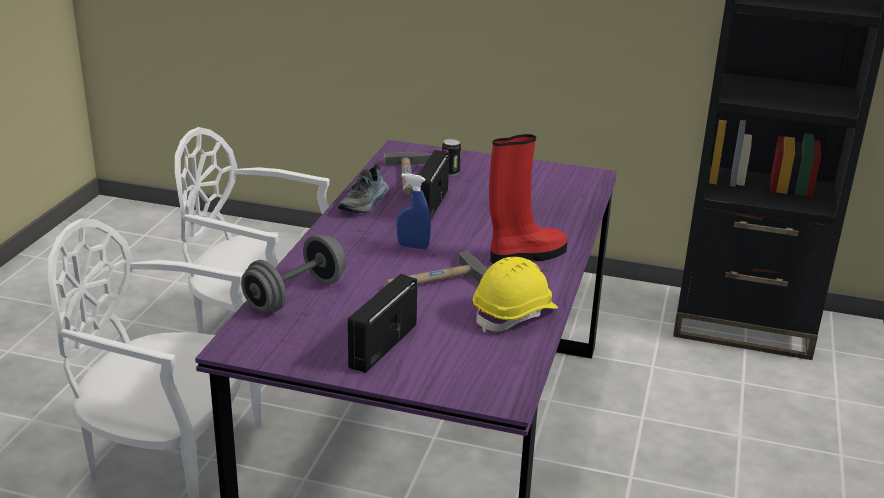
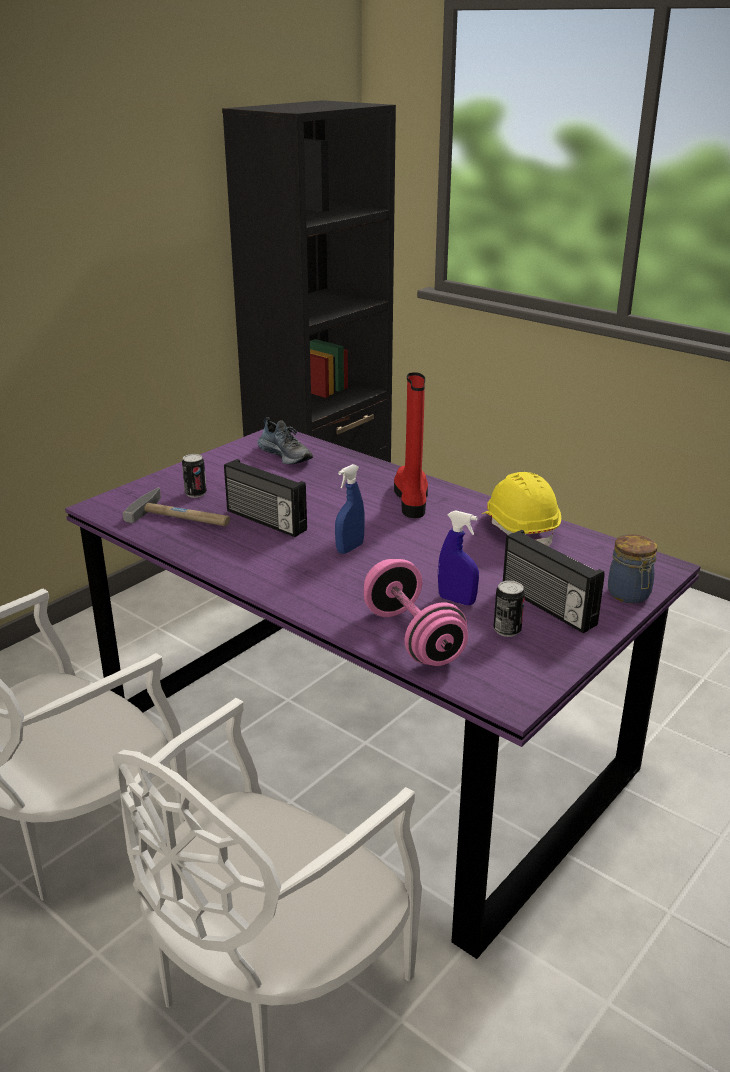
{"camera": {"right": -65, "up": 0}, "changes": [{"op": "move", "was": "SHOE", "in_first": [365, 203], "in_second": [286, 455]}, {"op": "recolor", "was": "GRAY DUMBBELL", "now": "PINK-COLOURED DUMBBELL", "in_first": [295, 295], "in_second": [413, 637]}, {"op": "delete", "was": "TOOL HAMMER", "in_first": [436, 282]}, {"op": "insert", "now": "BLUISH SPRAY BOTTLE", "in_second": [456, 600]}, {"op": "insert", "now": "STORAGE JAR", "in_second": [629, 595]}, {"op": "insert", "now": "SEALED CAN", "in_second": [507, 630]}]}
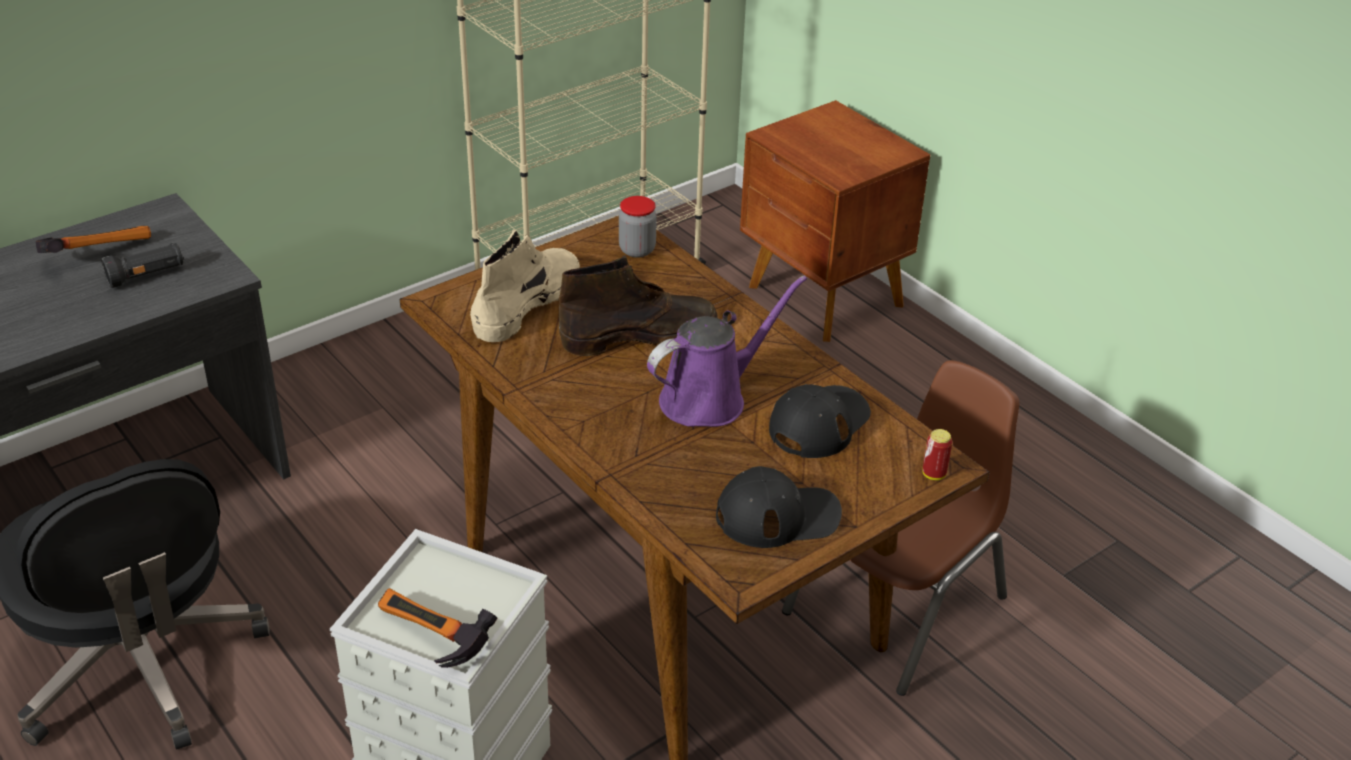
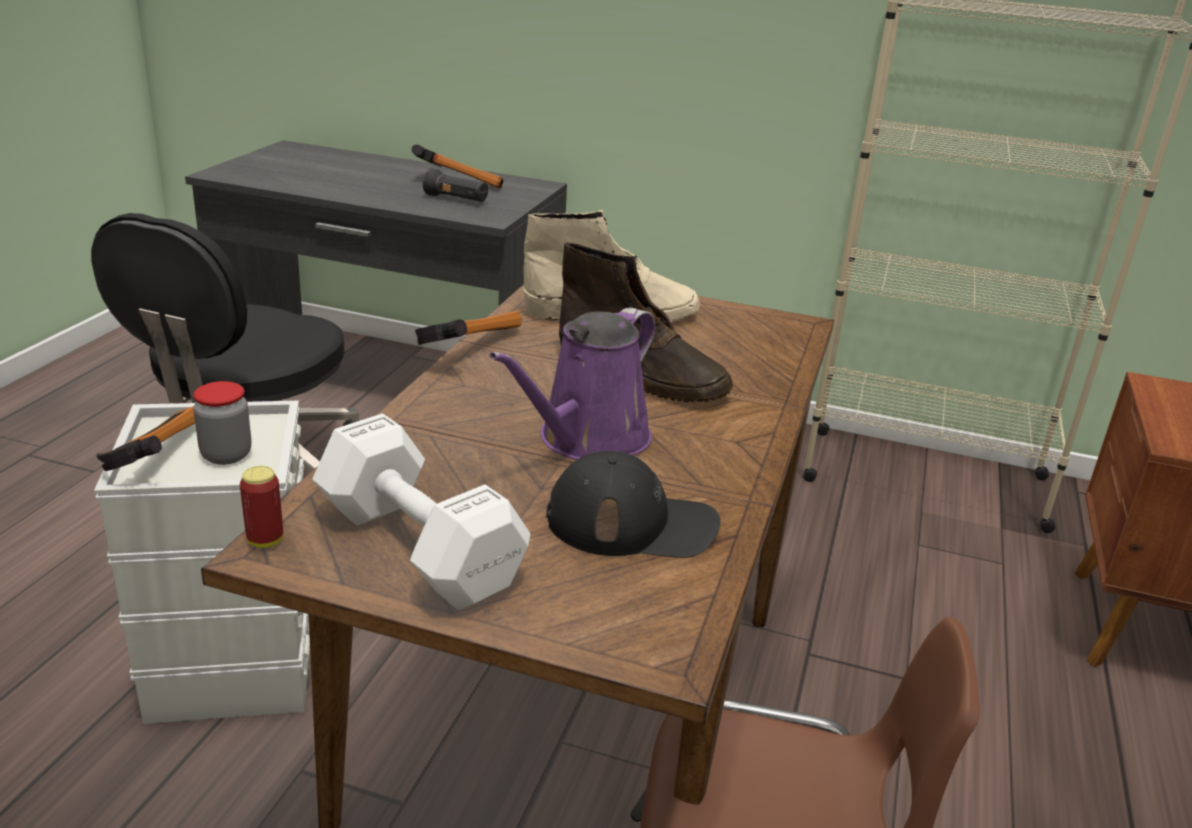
{"camera": {"right": 55, "up": -10}, "changes": [{"op": "move", "was": "STORAGE JAR", "in_first": [637, 250], "in_second": [226, 455]}, {"op": "rotate", "was": "PURPLE WATERING POT", "in_first": [710, 398], "in_second": [587, 440], "clockwise": 105}, {"op": "move", "was": "SEALED CAN", "in_first": [933, 474], "in_second": [265, 540]}, {"op": "replace", "was": "BLACK-COLOURED CAP", "now": "WHITE DUMBBELL", "in_first": [778, 515], "in_second": [417, 543]}, {"op": "insert", "now": "TOOL HAMMER", "in_second": [466, 348]}]}
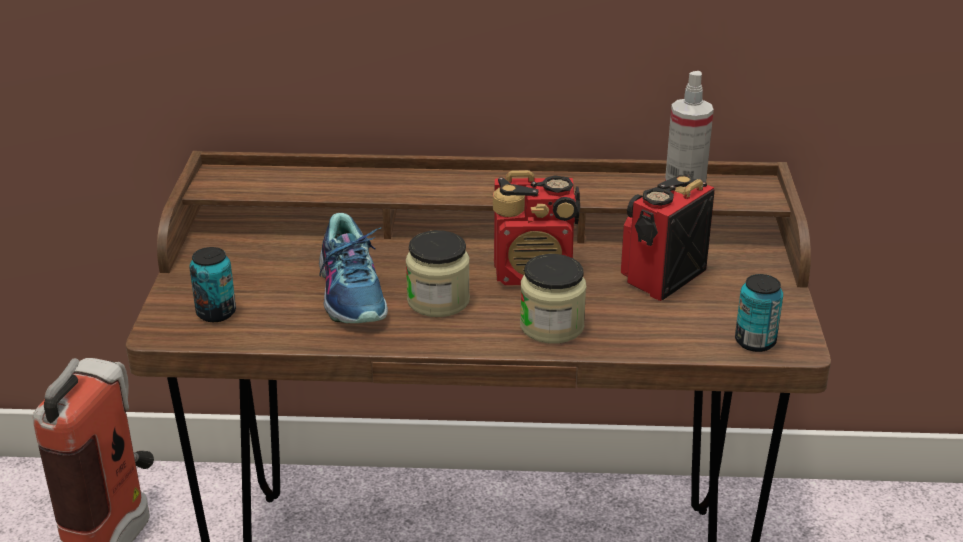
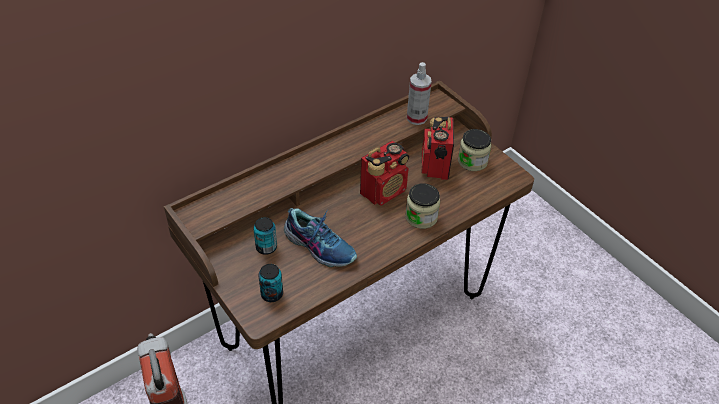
{"camera": {"right": -40, "up": 15}, "changes": [{"op": "move", "was": "STORAGE JAR", "in_first": [438, 301], "in_second": [472, 161]}, {"op": "move", "was": "SEALED CAN", "in_first": [755, 342], "in_second": [266, 247]}]}
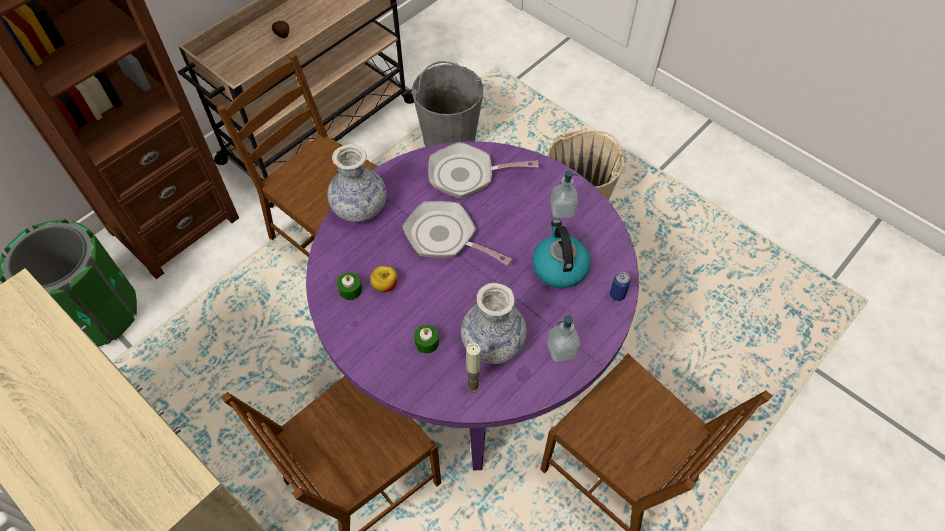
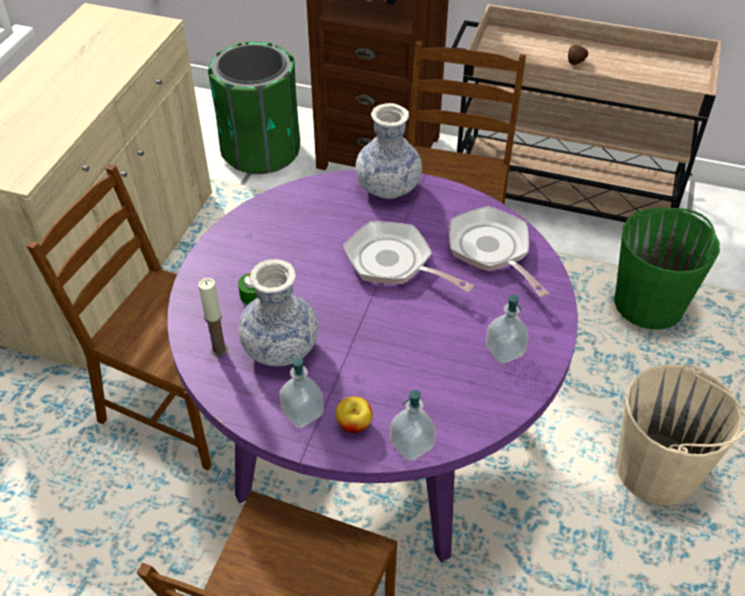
{"camera": {"right": 65, "up": -10}, "changes": [{"op": "recolor", "was": "GRAY PAIL", "now": "GREEN-COLOURED PAIL", "in_first": [449, 139], "in_second": [649, 304]}, {"op": "rotate", "was": "PAN", "in_first": [445, 237], "in_second": [394, 263], "clockwise": -60}, {"op": "delete", "was": "KETTLE", "in_first": [559, 267]}, {"op": "move", "was": "APPLE FRUIT", "in_first": [385, 285], "in_second": [354, 424]}, {"op": "delete", "was": "GREEN-COLOURED WAX CANDLE", "in_first": [350, 290]}, {"op": "replace", "was": "SEALED CAN", "now": "LIQUID SOAP BOTTLE", "in_first": [617, 295], "in_second": [412, 445]}]}
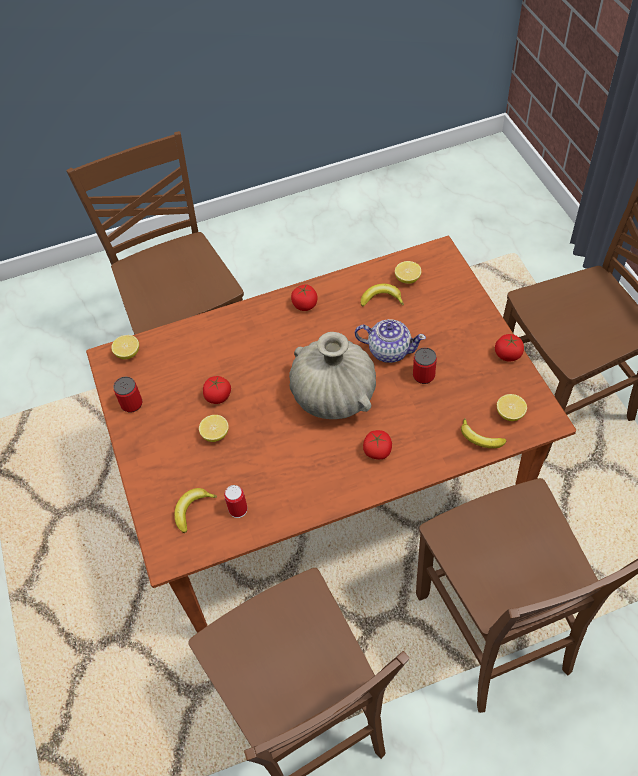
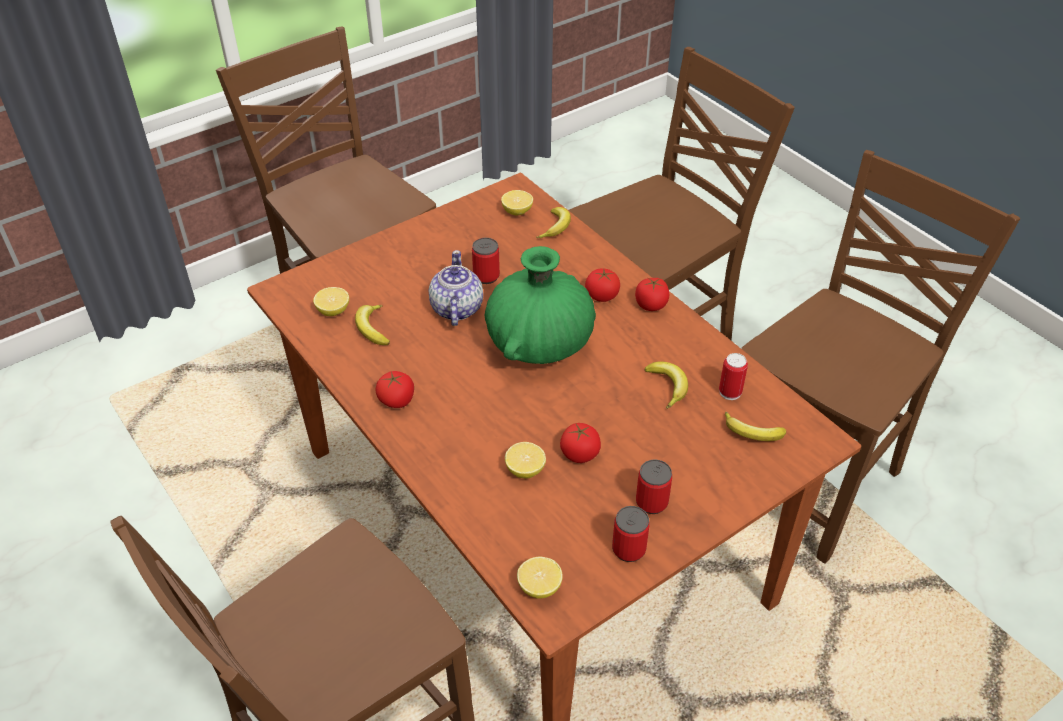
{"camera": {"right": -110, "up": -10}, "changes": [{"op": "recolor", "was": "BEIGE-COLOURED VASE", "now": "GREEN-COLOURED VASE", "in_first": [334, 395], "in_second": [539, 343]}, {"op": "move", "was": "TOMATO", "in_first": [508, 354], "in_second": [651, 305]}, {"op": "move", "was": "LEMON", "in_first": [215, 434], "in_second": [525, 470]}, {"op": "insert", "now": "BANANA FRUIT", "in_second": [668, 386]}, {"op": "insert", "now": "SEALED CAN", "in_second": [651, 502]}]}
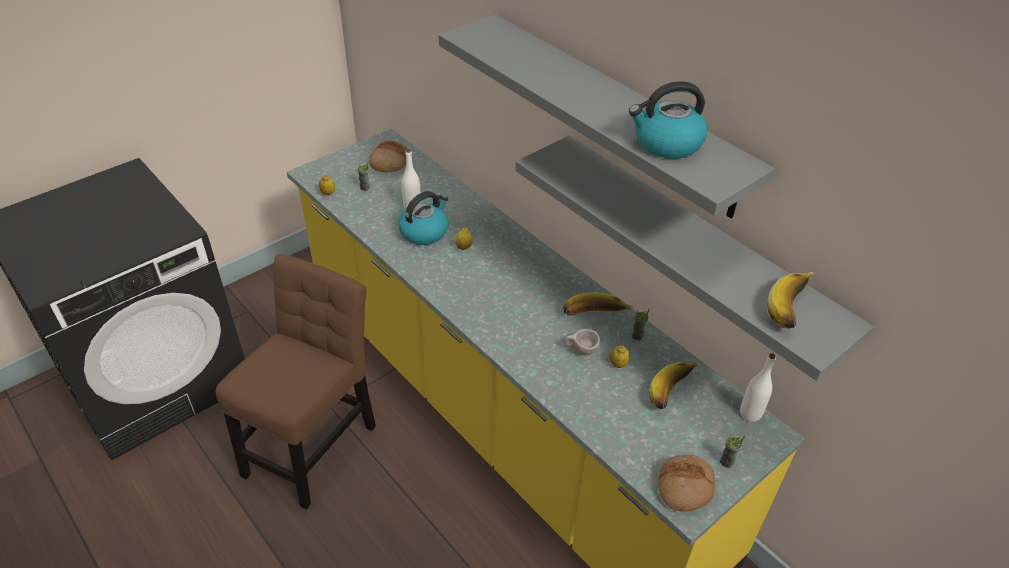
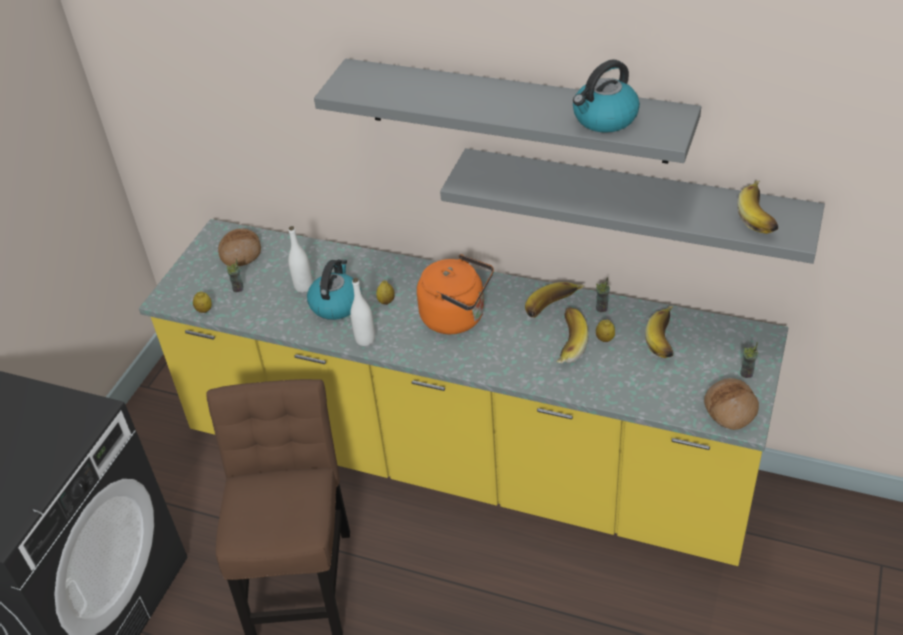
{"camera": {"right": -25, "up": 0}, "changes": [{"op": "replace", "was": "BEIGE-COLOURED DRINKING CUP", "now": "BANANA FRUIT", "in_first": [580, 352], "in_second": [566, 344]}, {"op": "move", "was": "WHITE BEVERAGE BOTTLE", "in_first": [750, 414], "in_second": [365, 339]}, {"op": "insert", "now": "ORANGE-COLOURED KETTLE", "in_second": [457, 317]}]}
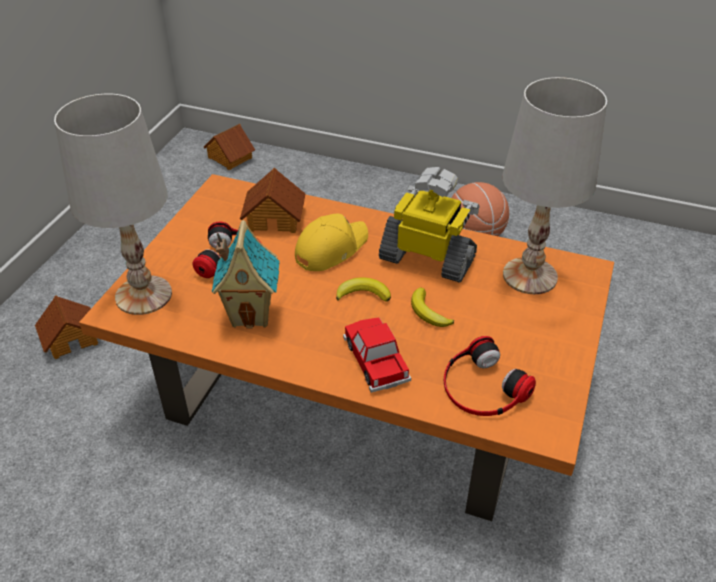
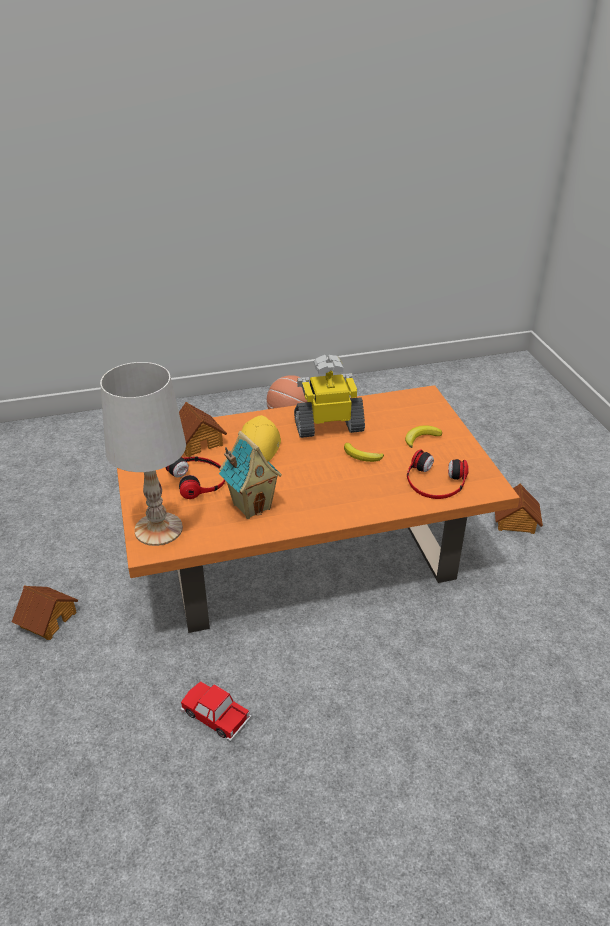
{"camera": {"right": -35, "up": -5}, "changes": [{"op": "delete", "was": "WHITE TABLETOP LAMP", "in_first": [530, 276]}, {"op": "move", "was": "TOY HOUSE", "in_first": [229, 158], "in_second": [515, 521]}, {"op": "move", "was": "BANANA FRUIT", "in_first": [363, 294], "in_second": [421, 438]}, {"op": "move", "was": "MINIATURE CAR", "in_first": [375, 360], "in_second": [215, 715]}]}
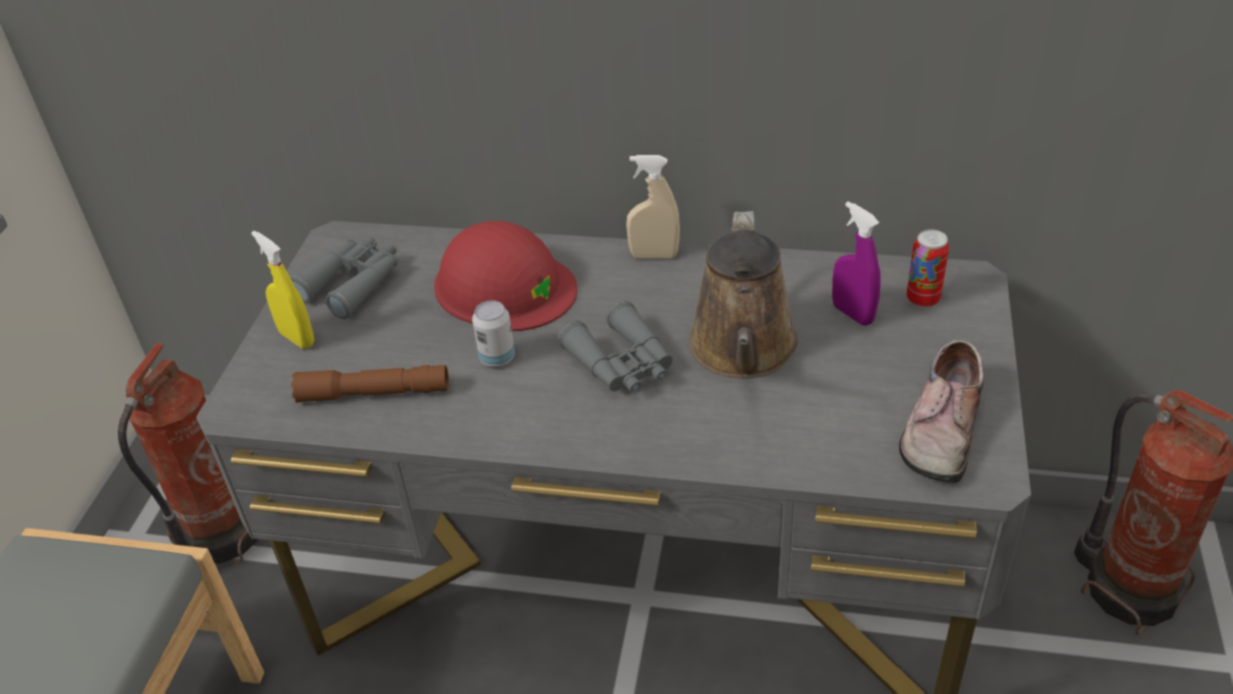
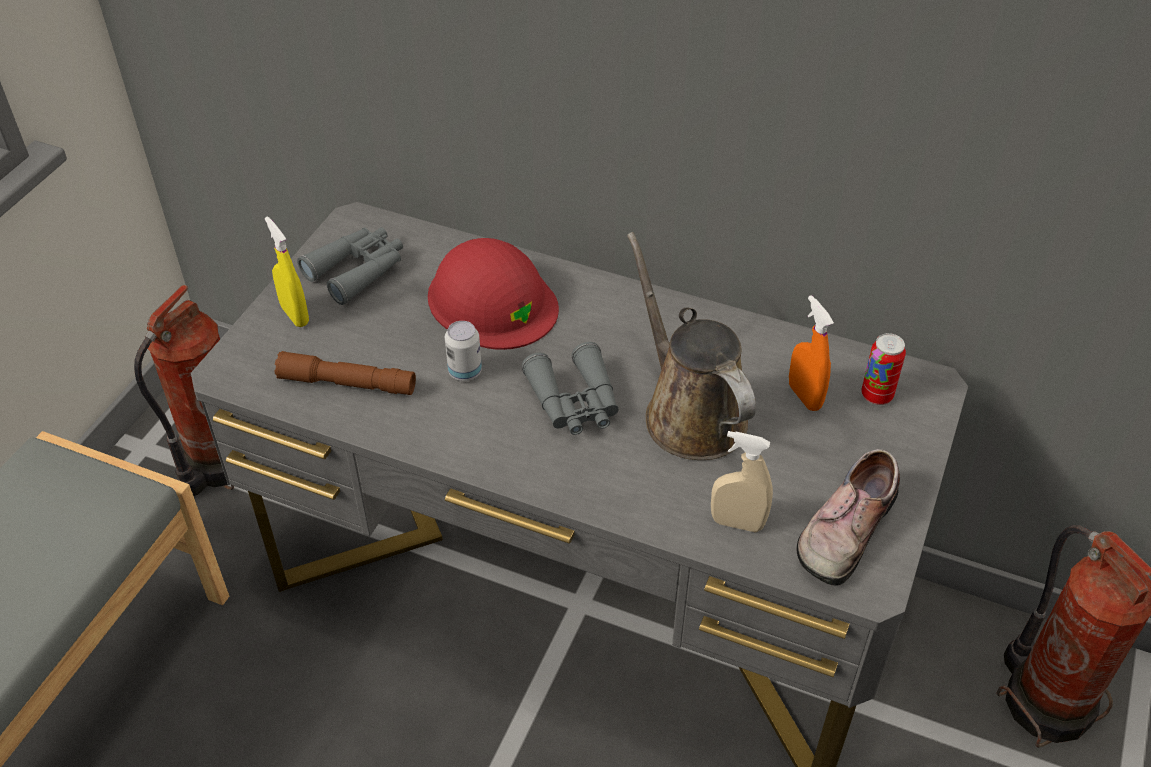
{"camera": {"right": 10, "up": 5}, "changes": [{"op": "move", "was": "BEIGE-COLOURED SPRAY BOTTLE", "in_first": [654, 256], "in_second": [737, 523]}, {"op": "recolor", "was": "PURPLE SPRAY BOTTLE", "now": "ORANGE-COLOURED SPRAY BOTTLE", "in_first": [852, 314], "in_second": [804, 396]}, {"op": "rotate", "was": "BROWN-COLOURED WATERING POT", "in_first": [743, 351], "in_second": [689, 412], "clockwise": 135}]}
